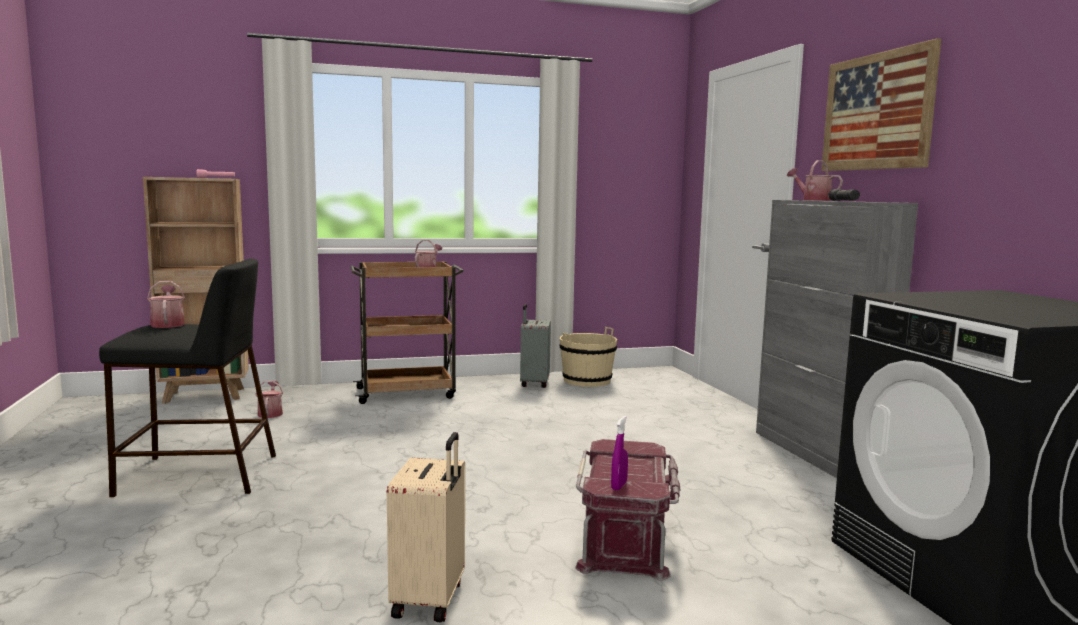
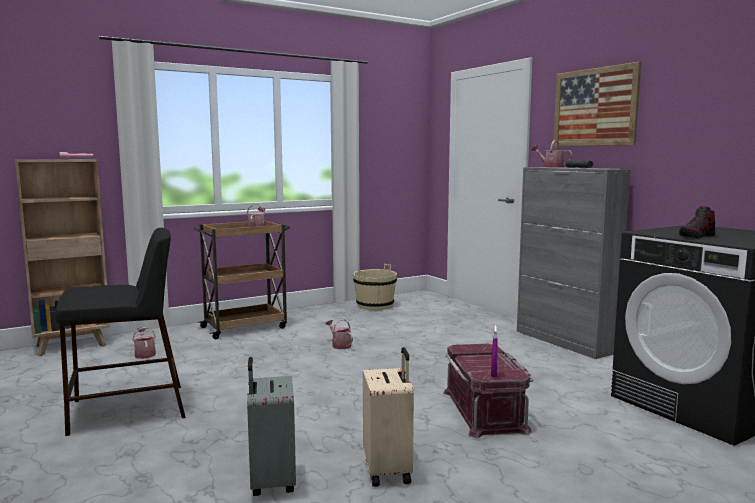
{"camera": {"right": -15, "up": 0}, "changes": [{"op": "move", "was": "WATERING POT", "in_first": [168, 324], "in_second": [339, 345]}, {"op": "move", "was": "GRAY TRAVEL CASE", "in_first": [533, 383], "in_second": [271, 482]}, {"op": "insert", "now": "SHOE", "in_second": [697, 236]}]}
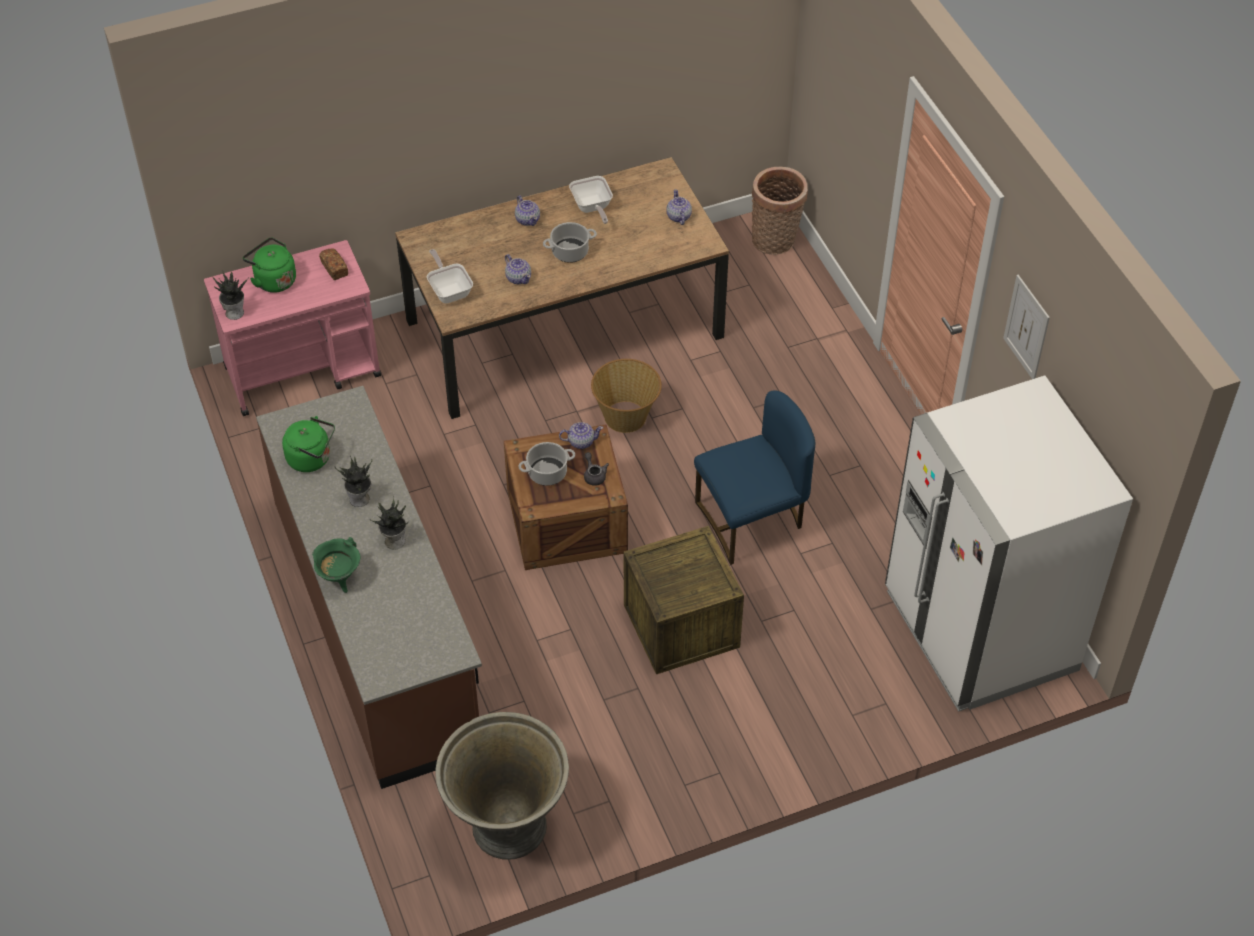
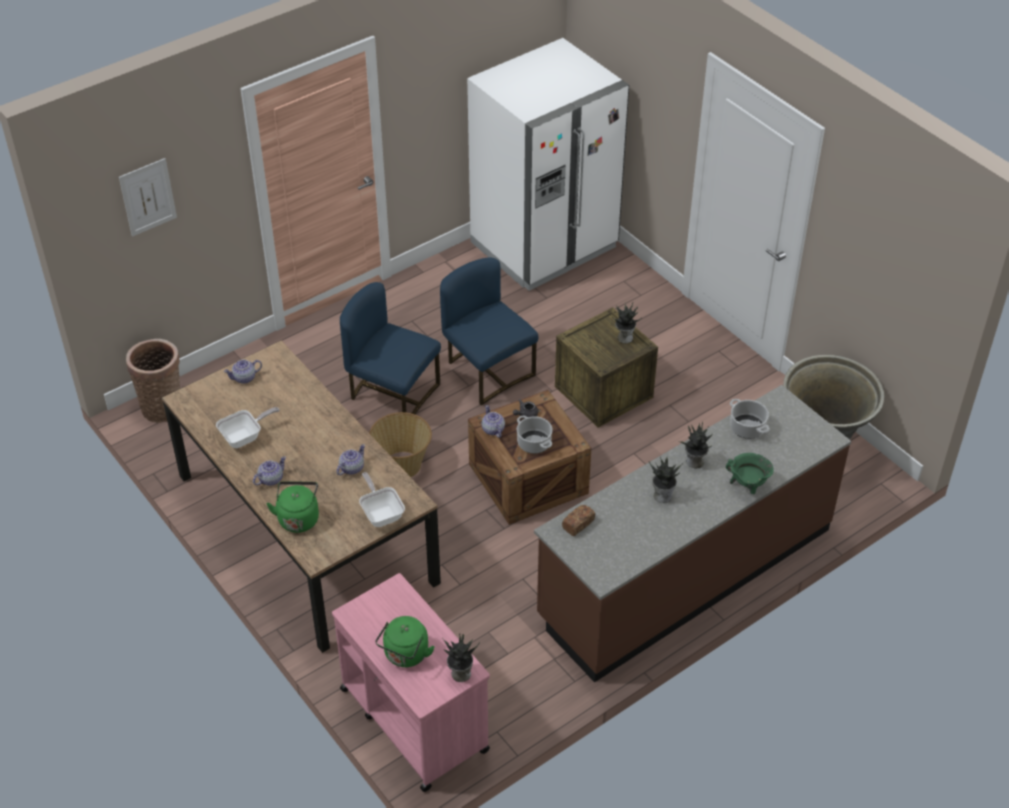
{"camera": {"right": -105, "up": -5}, "changes": [{"op": "move", "was": "SAUCEPOT", "in_first": [569, 252], "in_second": [747, 428]}, {"op": "move", "was": "BREAD", "in_first": [334, 269], "in_second": [578, 524]}, {"op": "rotate", "was": "PAN", "in_first": [449, 290], "in_second": [381, 513], "clockwise": 105}, {"op": "move", "was": "PICTURE", "in_first": [1026, 327], "in_second": [148, 197]}, {"op": "move", "was": "GREEN-COLOURED KETTLE", "in_first": [312, 458], "in_second": [298, 518]}, {"op": "insert", "now": "BLUISH CHAIR", "in_second": [392, 395]}, {"op": "insert", "now": "PLANT IN A POT", "in_second": [624, 337]}]}
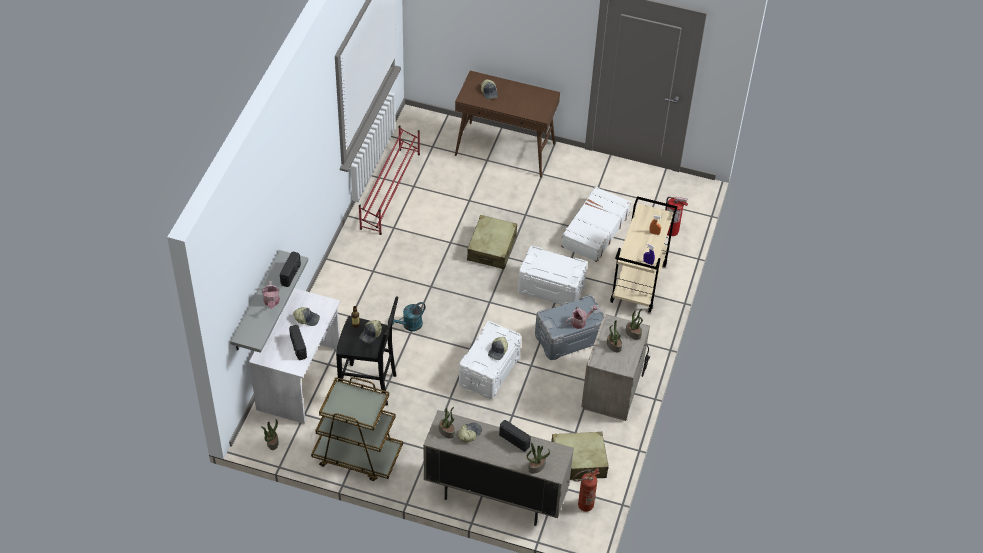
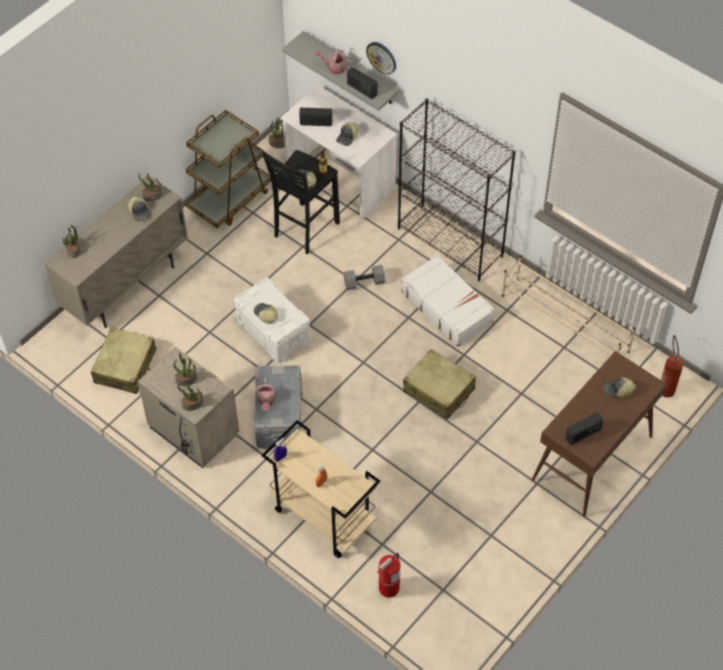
{"camera": {"right": 115, "up": 5}, "changes": [{"op": "recolor", "was": "RED-COLOURED SHOE SHELF", "now": "BEIGE-COLOURED SHOE SHELF", "in_first": [390, 190], "in_second": [565, 324]}, {"op": "move", "was": "WHITE TRAVEL CASE", "in_first": [594, 230], "in_second": [447, 306]}, {"op": "delete", "was": "WHITE STORAGE BIN", "in_first": [551, 288]}, {"op": "replace", "was": "TURQUOISE-COLOURED WATERING POT", "now": "GRAY DUMBBELL", "in_first": [409, 325], "in_second": [364, 283]}, {"op": "move", "was": "RADIO RECEIVER", "in_first": [514, 440], "in_second": [583, 434]}, {"op": "move", "was": "FIRE-FIGHTING CYLINDER", "in_first": [582, 506], "in_second": [665, 387]}, {"op": "insert", "now": "CLOCK ON THE WALL", "in_second": [382, 57]}, {"op": "insert", "now": "BLACK-COLOURED BOOKCASE", "in_second": [451, 242]}]}
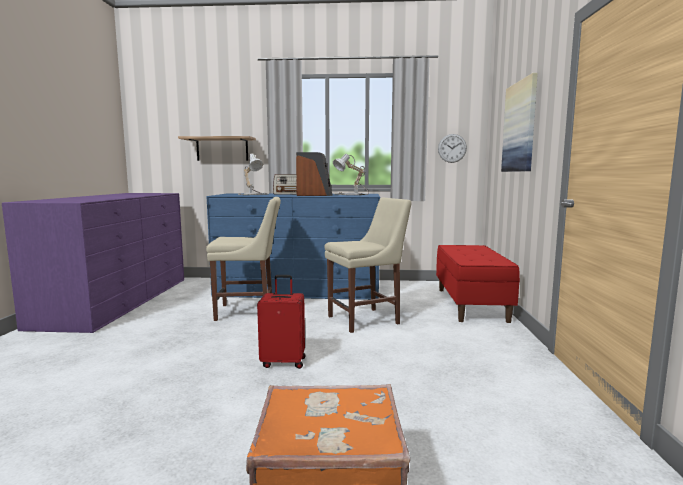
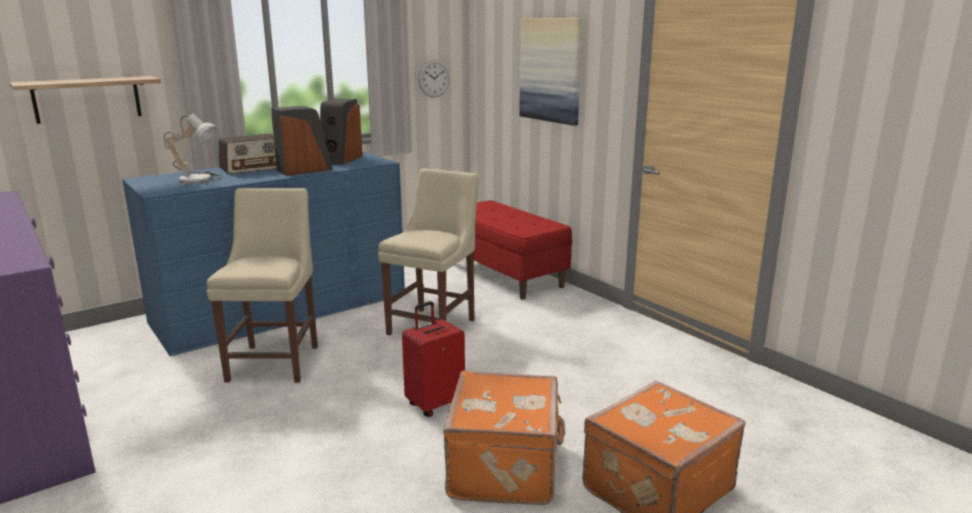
{"camera": {"right": -40, "up": 10}, "changes": [{"op": "replace", "was": "TABLETOP LAMP", "now": "SPEAKER", "in_first": [351, 194], "in_second": [341, 159]}, {"op": "rotate", "was": "BEIGE-COLOURED CHAIR", "in_first": [248, 312], "in_second": [276, 361], "clockwise": -45}, {"op": "insert", "now": "ORANGE-COLOURED TRAVEL CASE", "in_second": [506, 468]}]}
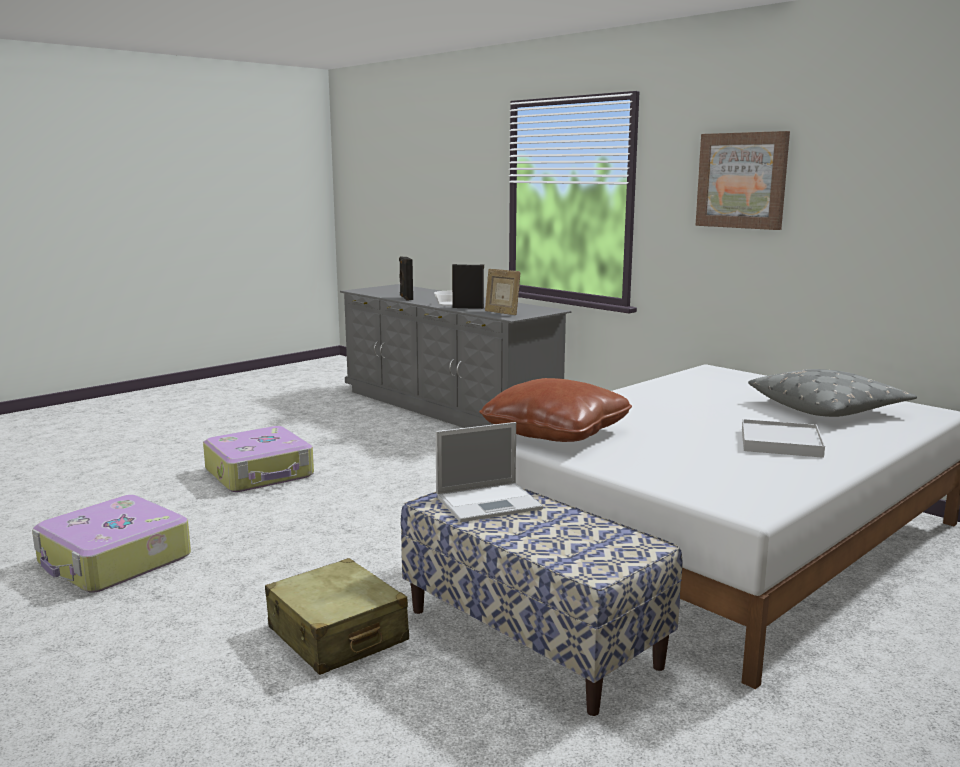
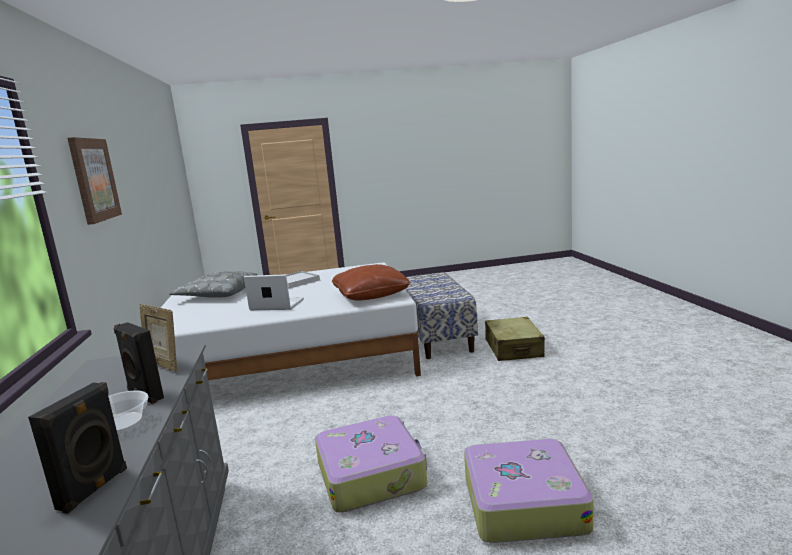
{"camera": {"right": -145, "up": 0}, "changes": [{"op": "rotate", "was": "STANDING FRAME", "in_first": [502, 313], "in_second": [163, 365], "clockwise": 135}, {"op": "move", "was": "NOTEBOOK COMPUTER", "in_first": [490, 502], "in_second": [276, 305]}, {"op": "move", "was": "TRAVEL CASE", "in_first": [114, 561], "in_second": [371, 474]}]}
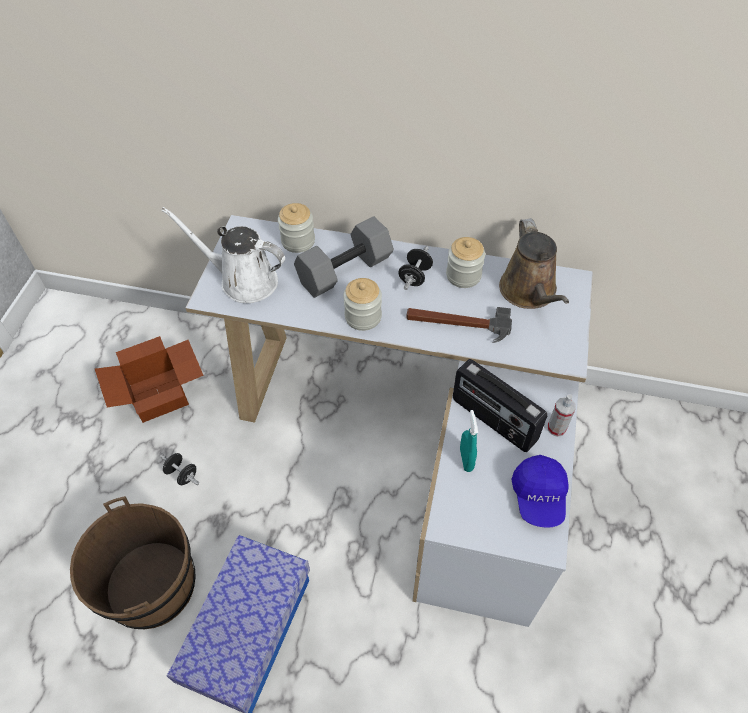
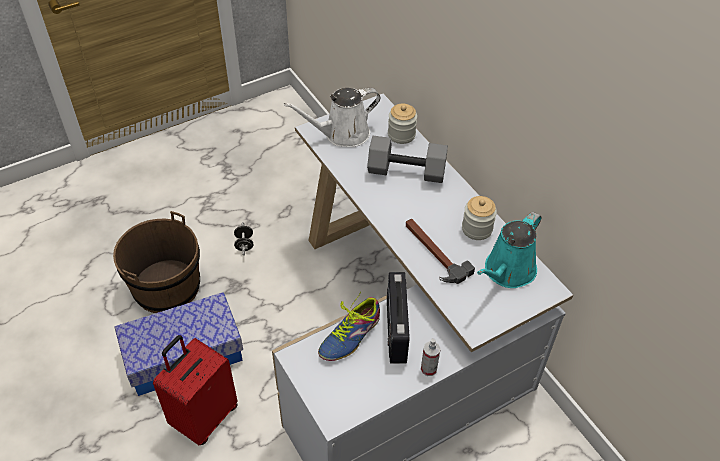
{"camera": {"right": 45, "up": -5}, "changes": [{"op": "rotate", "was": "WHITE WATERING POT", "in_first": [243, 280], "in_second": [342, 134], "clockwise": -90}, {"op": "recolor", "was": "BROWN-COLOURED WATERING POT", "now": "TURQUOISE-COLOURED WATERING POT", "in_first": [529, 292], "in_second": [507, 272]}, {"op": "delete", "was": "BLACK-COLOURED DUMBBELL", "in_first": [415, 276]}, {"op": "delete", "was": "STORAGE JAR", "in_first": [363, 317]}, {"op": "delete", "was": "CARTON", "in_first": [161, 395]}, {"op": "replace", "was": "TURQUOISE-COLOURED SPRAY BOTTLE", "now": "SHOE", "in_first": [466, 459], "in_second": [350, 336]}, {"op": "delete", "was": "BLUISH CAP", "in_first": [539, 497]}, {"op": "insert", "now": "RED-COLOURED TRAVEL CASE", "in_second": [204, 416]}]}
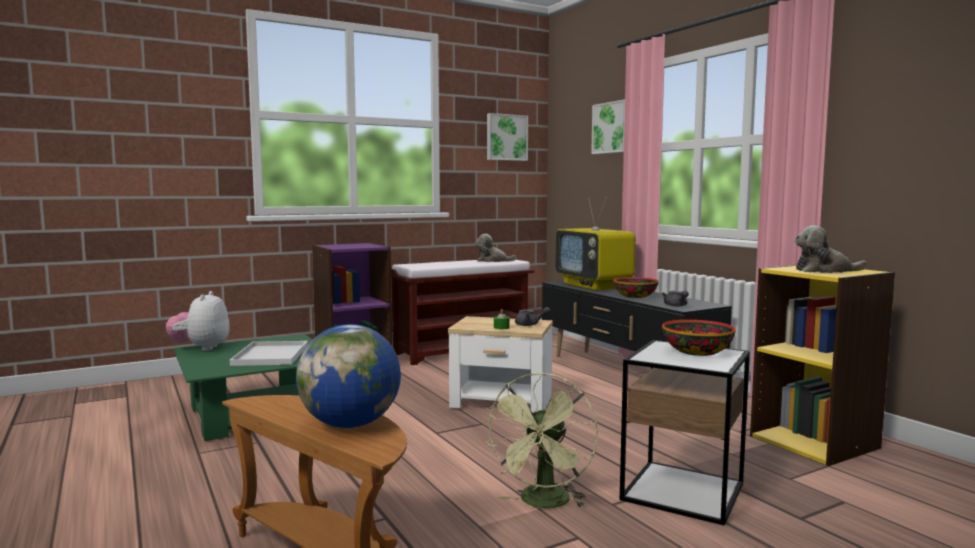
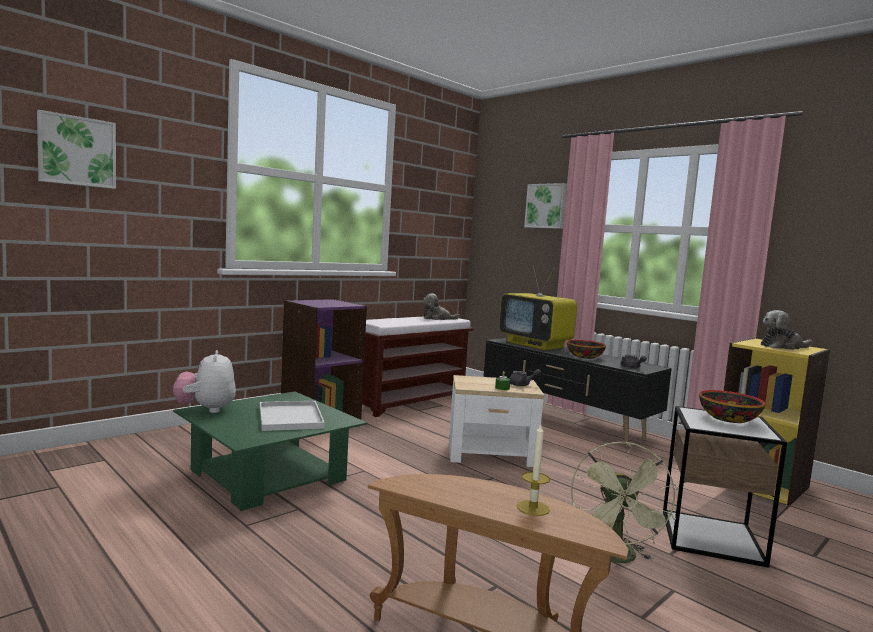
{"camera": {"right": -15, "up": 0}, "changes": [{"op": "move", "was": "PICTURE", "in_first": [506, 137], "in_second": [77, 151]}, {"op": "replace", "was": "GLOBE", "now": "WAX CANDLE", "in_first": [351, 425], "in_second": [533, 508]}]}
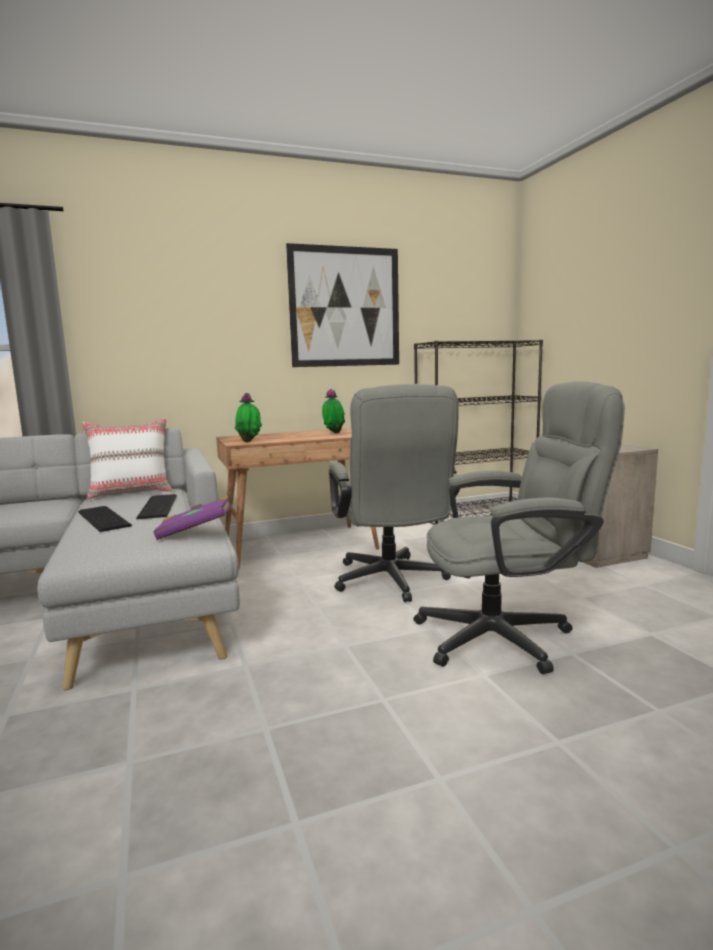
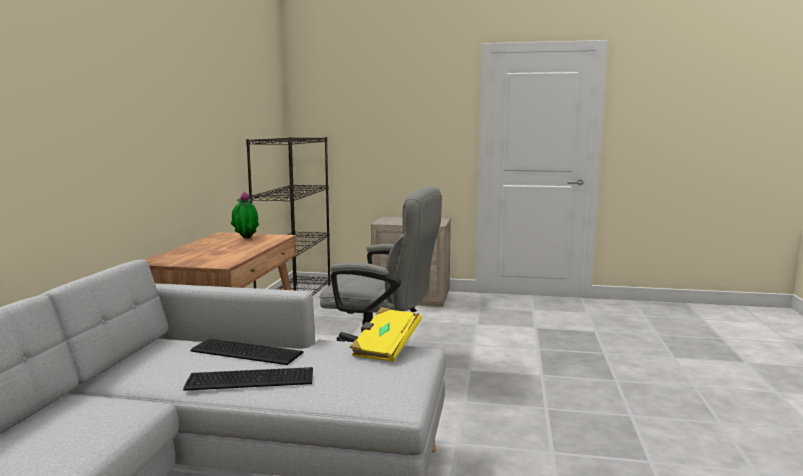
{"camera": {"right": -60, "up": 0}, "changes": [{"op": "delete", "was": "PICTURE", "in_first": [345, 307]}, {"op": "delete", "was": "GRAY OFFICE CHAIR", "in_first": [508, 636]}, {"op": "delete", "was": "PLANT IN A POT", "in_first": [249, 441]}, {"op": "delete", "was": "WHITE CUSHION", "in_first": [132, 492]}, {"op": "recolor", "was": "PURPLE BOOK", "now": "YELLOW BOOK", "in_first": [195, 532], "in_second": [385, 348]}]}
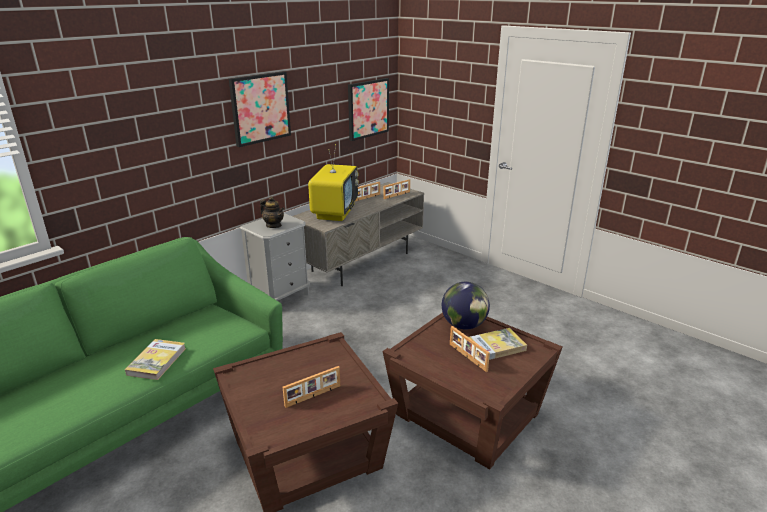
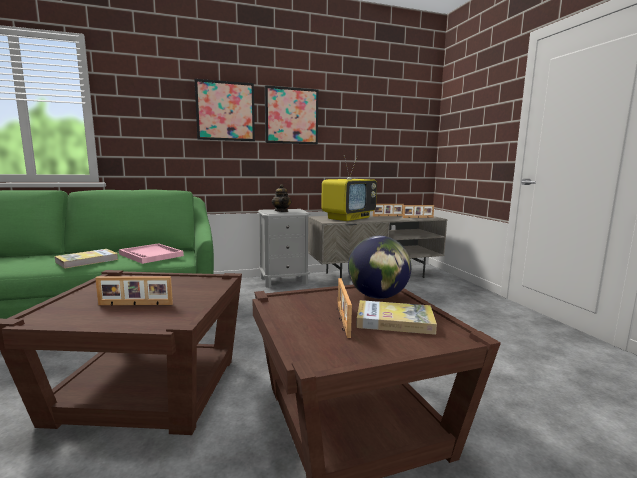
{"camera": {"right": 30, "up": -15}, "changes": [{"op": "move", "was": "PICTURE", "in_first": [368, 108], "in_second": [225, 111]}, {"op": "insert", "now": "PINK-COLOURED SERVING TRAY", "in_second": [151, 255]}]}
